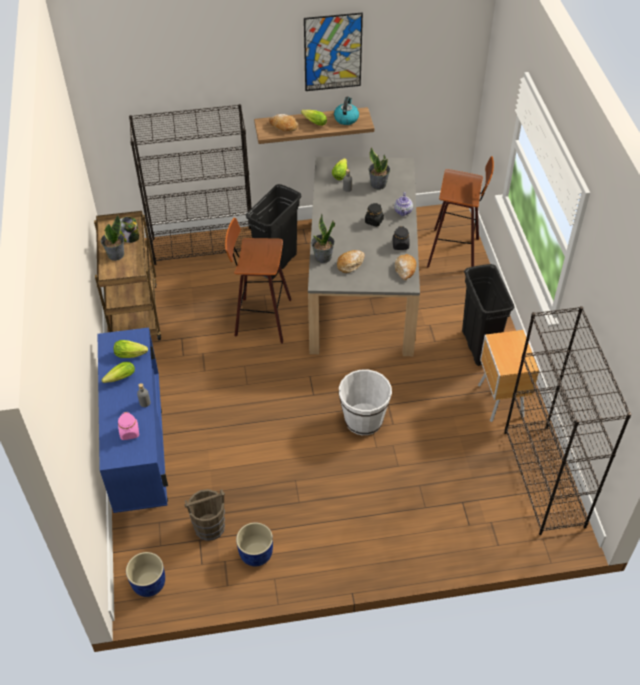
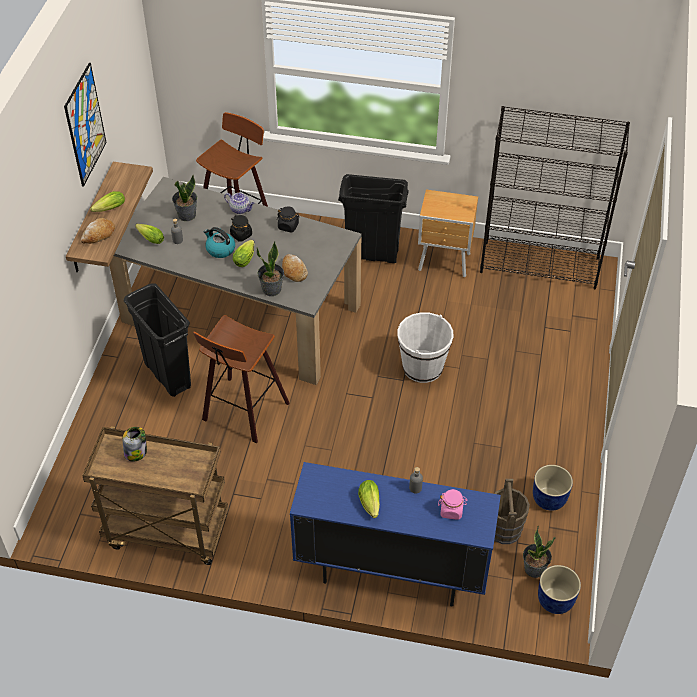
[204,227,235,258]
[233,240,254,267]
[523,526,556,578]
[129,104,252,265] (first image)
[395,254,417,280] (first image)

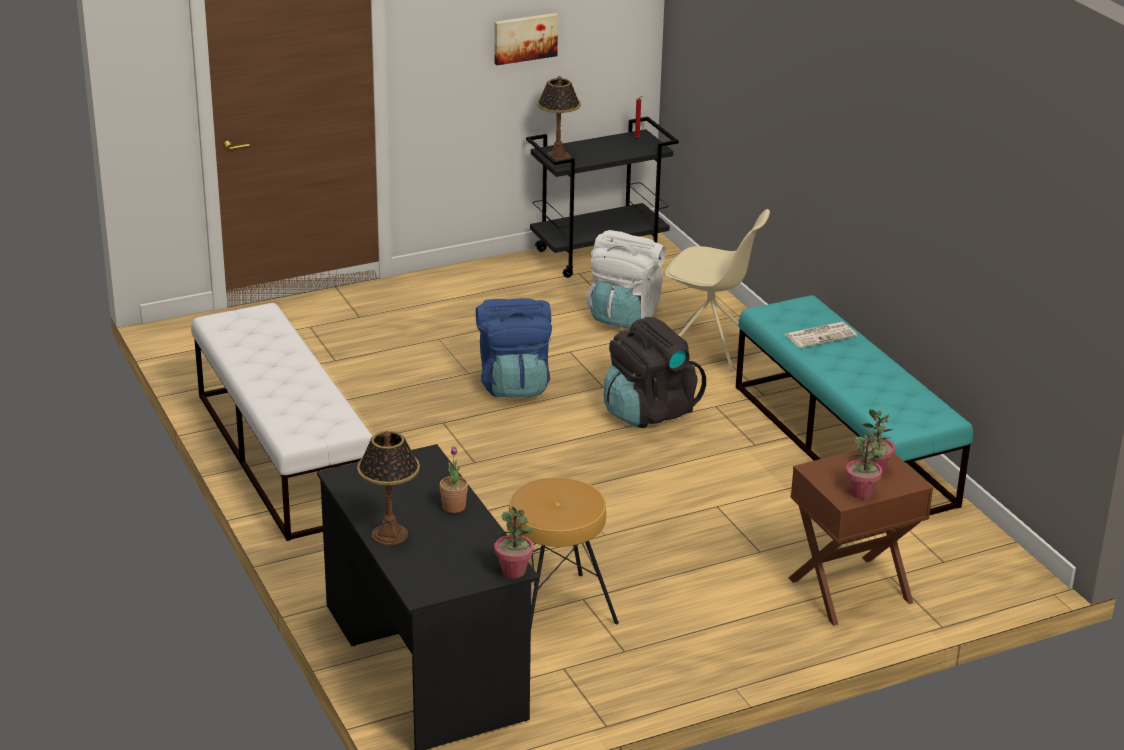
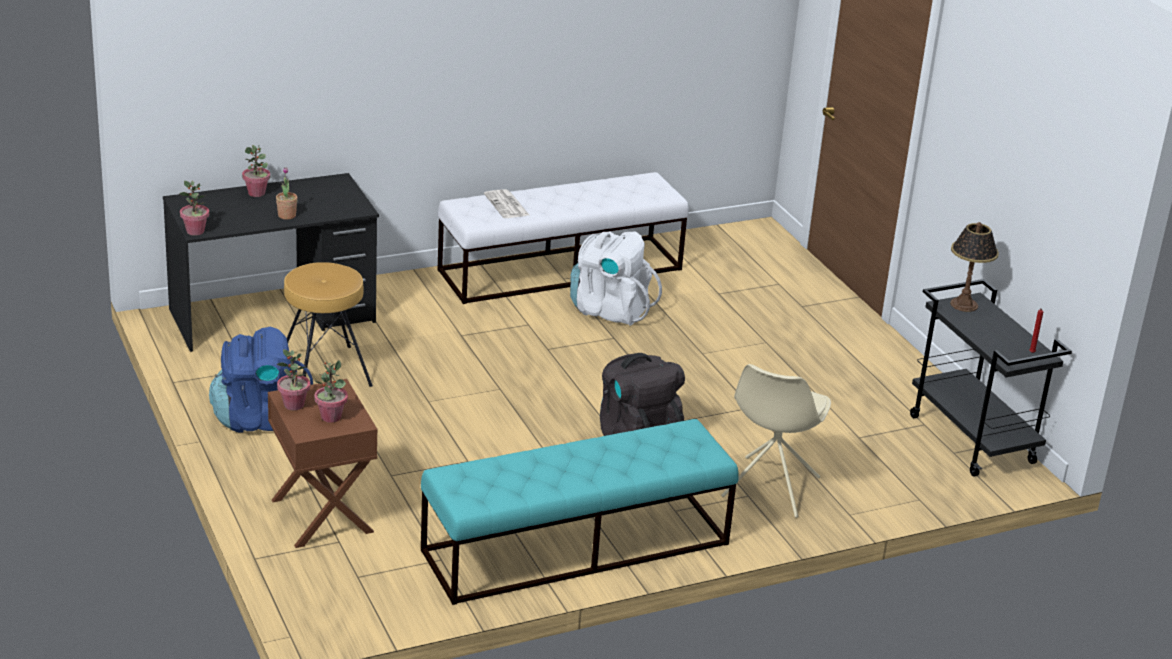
[209,327,313,433]
[242,145,270,197]
[484,189,529,218]
[570,231,662,326]
[494,13,558,65] (first image)

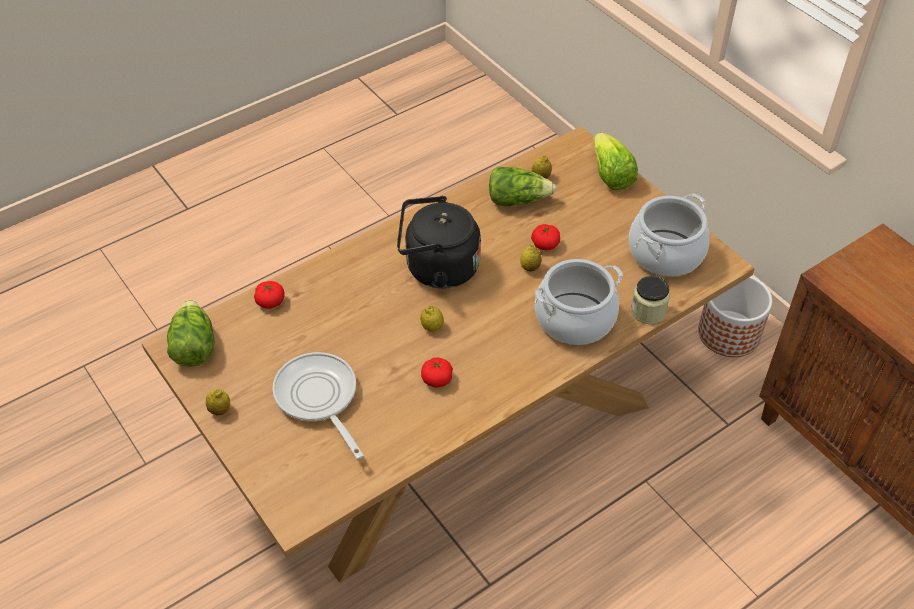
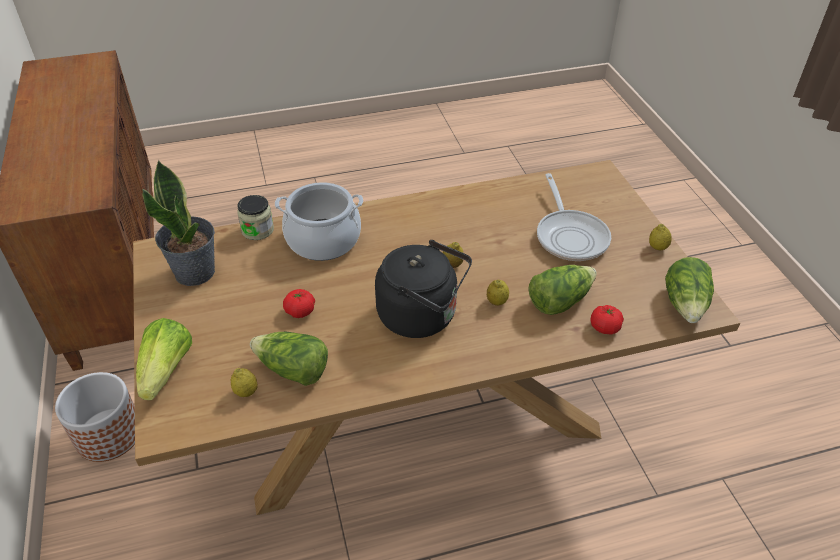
[142,160,215,286]
[487,280,509,306]
[528,265,597,315]
[421,358,453,388] (first image)

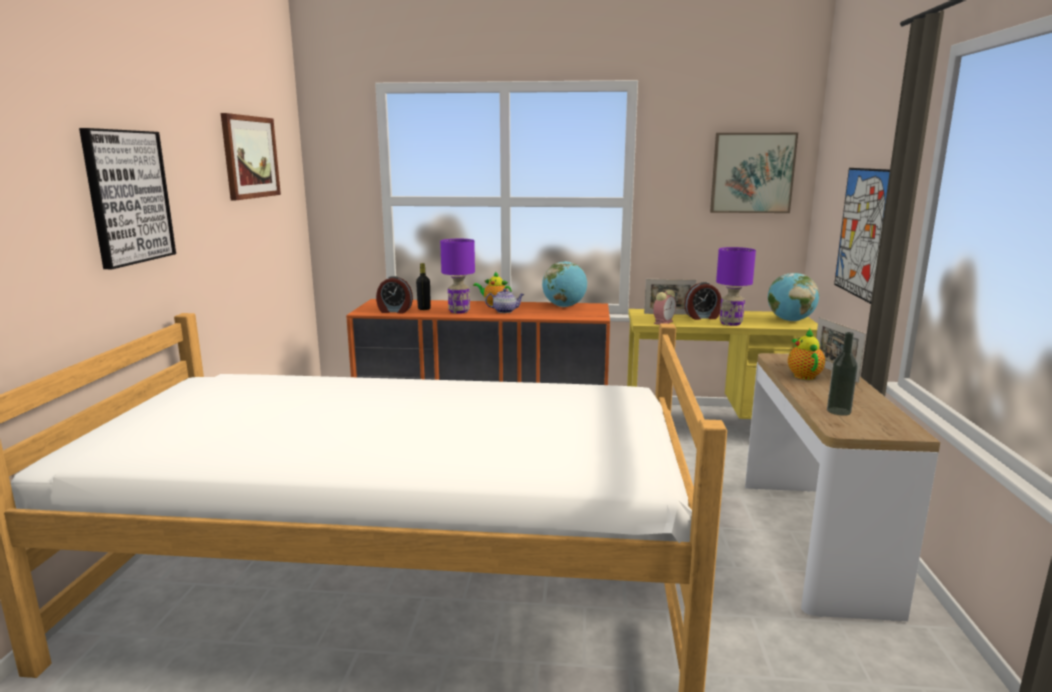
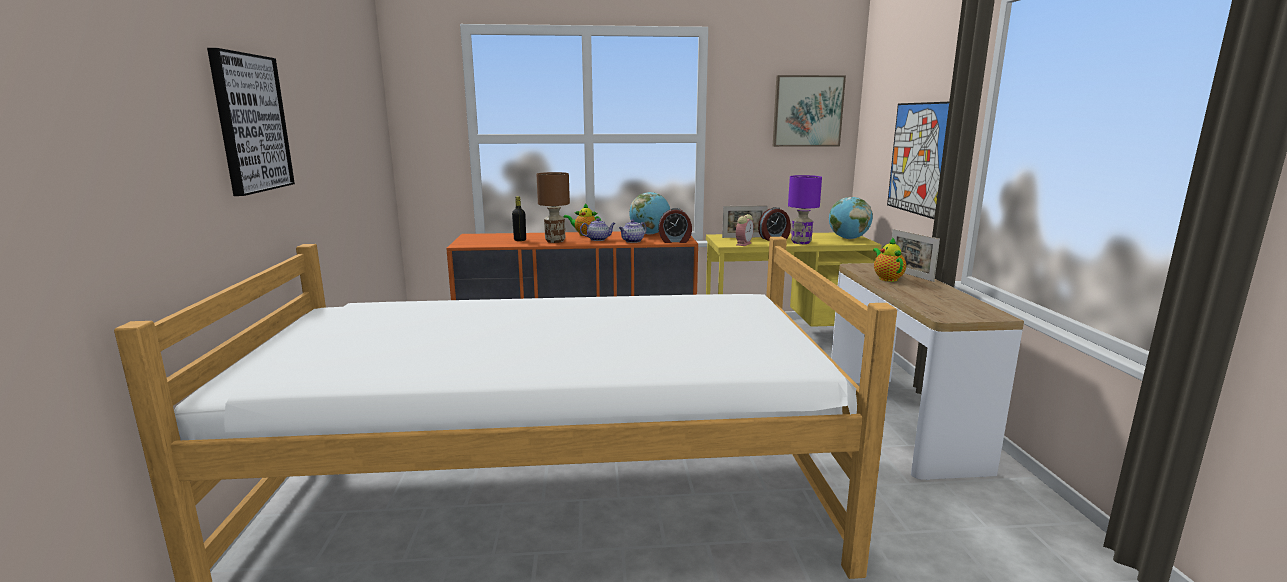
[537,172,570,243]
[619,220,647,243]
[658,208,692,243]
[221,113,281,200] (first image)
[827,332,858,416] (first image)

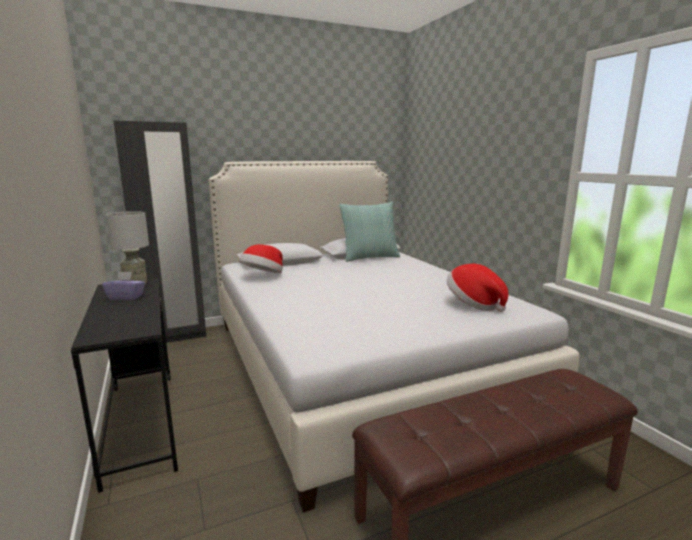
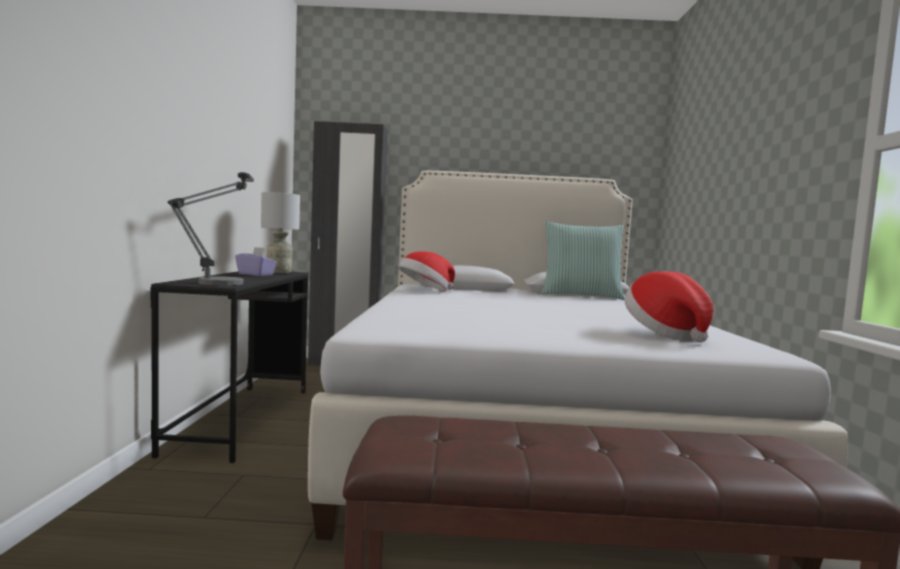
[168,172,254,286]

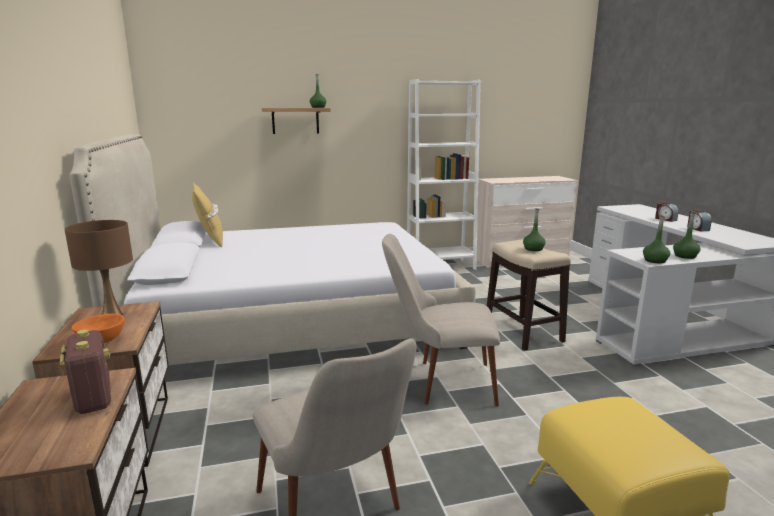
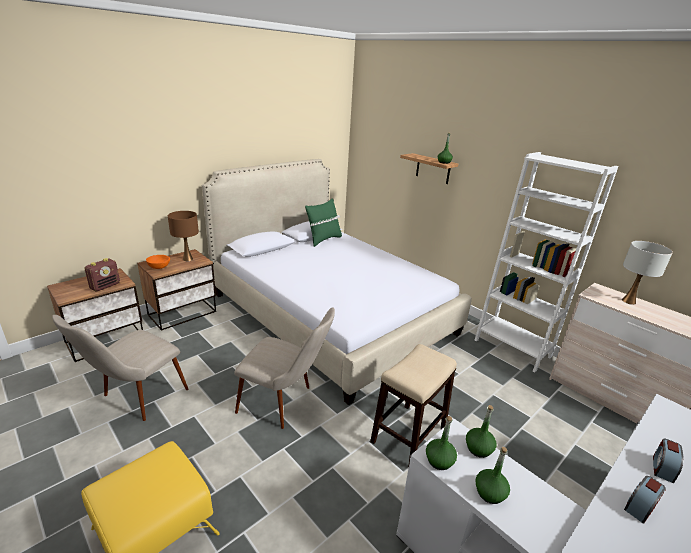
[234,307,335,429]
[305,199,342,247]
[466,405,496,458]
[622,241,673,305]

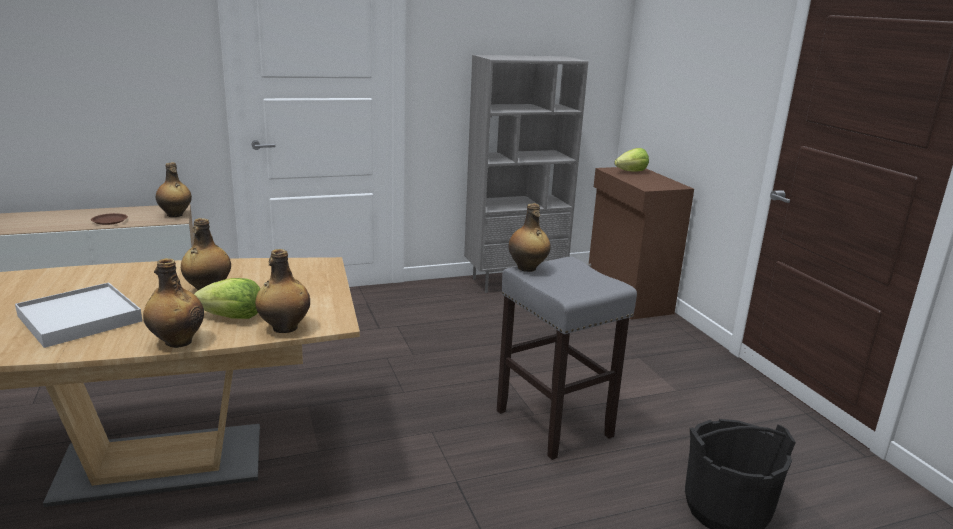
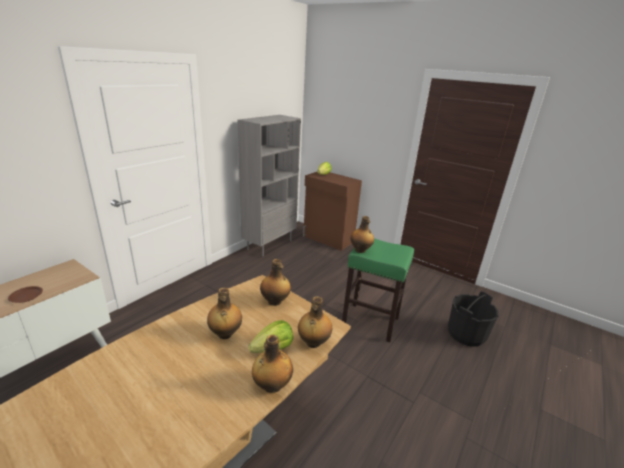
[260,259,291,306]
[342,238,414,342]
[15,282,142,348] (first image)

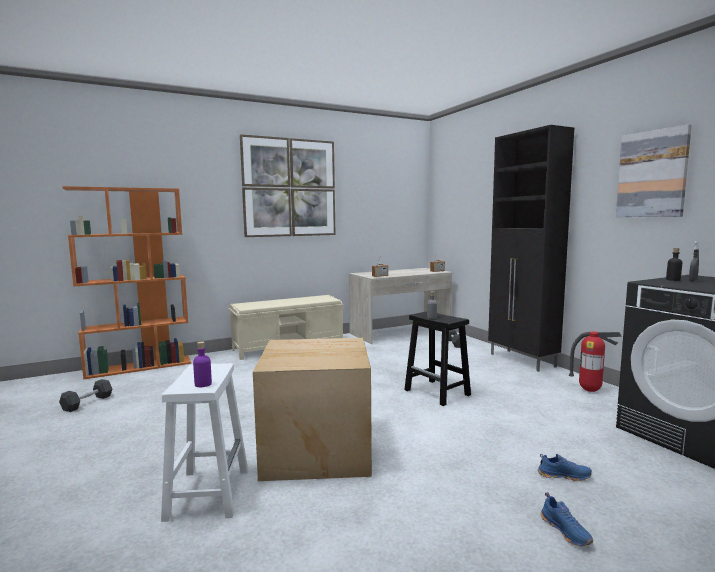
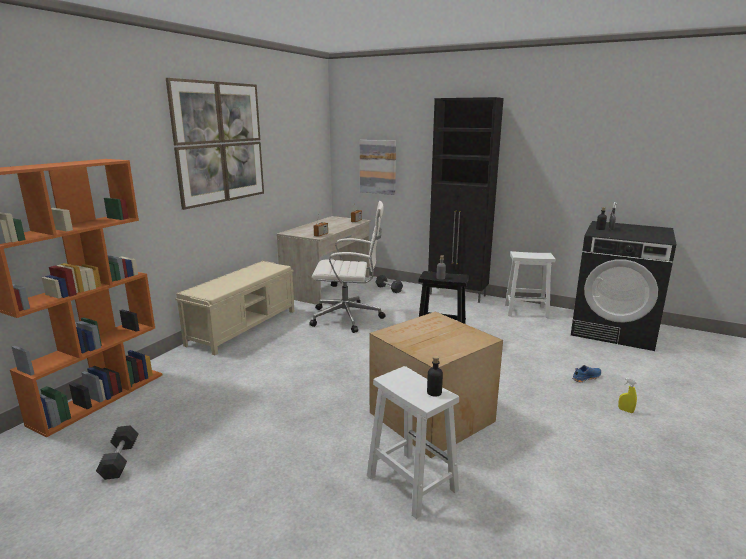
[309,201,386,333]
[360,140,396,195]
[427,356,443,397]
[505,251,555,318]
[618,378,637,413]

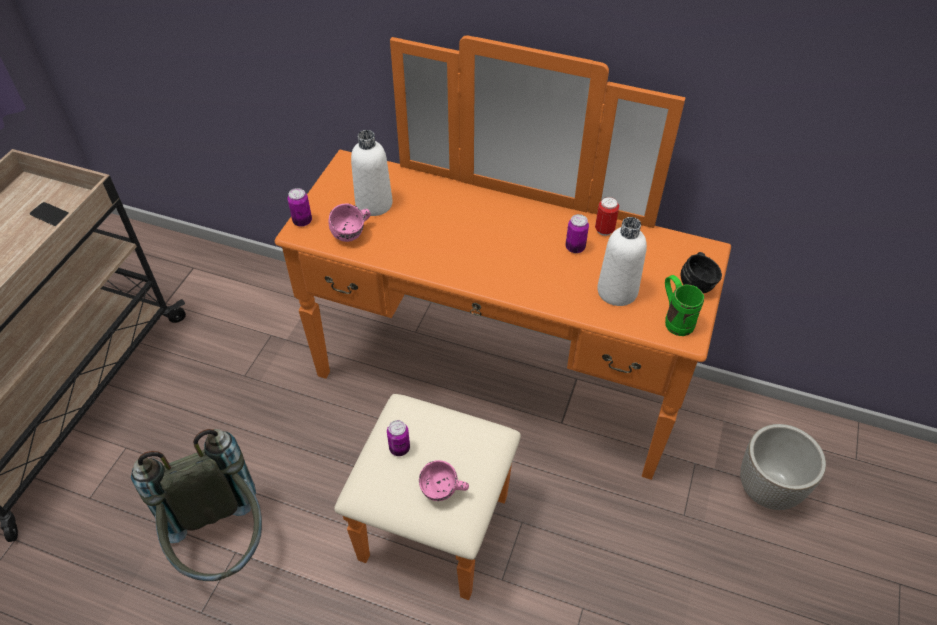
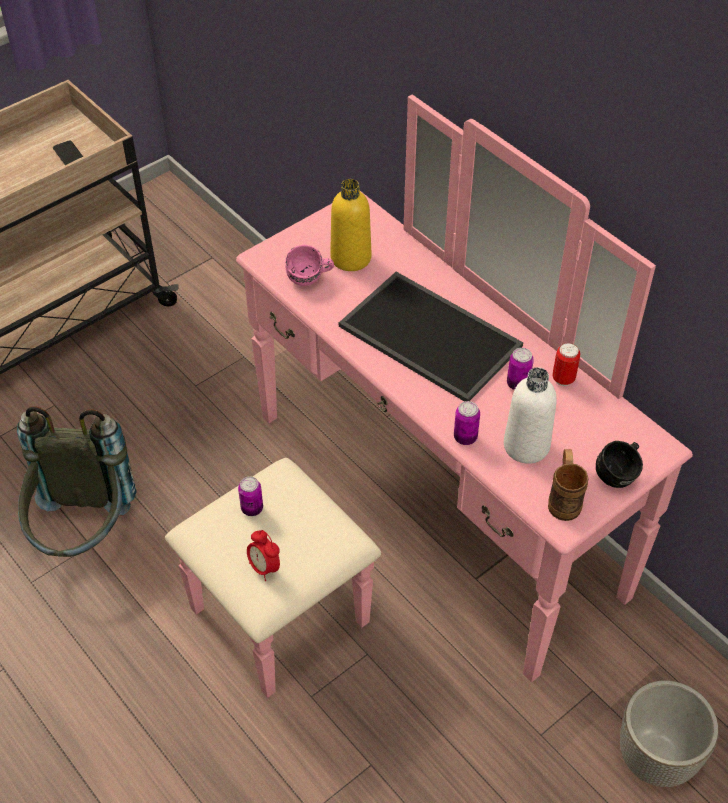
[165,95,693,698]
[247,530,280,581]
[330,179,371,271]
[339,272,523,402]
[454,401,480,445]
[548,449,588,521]

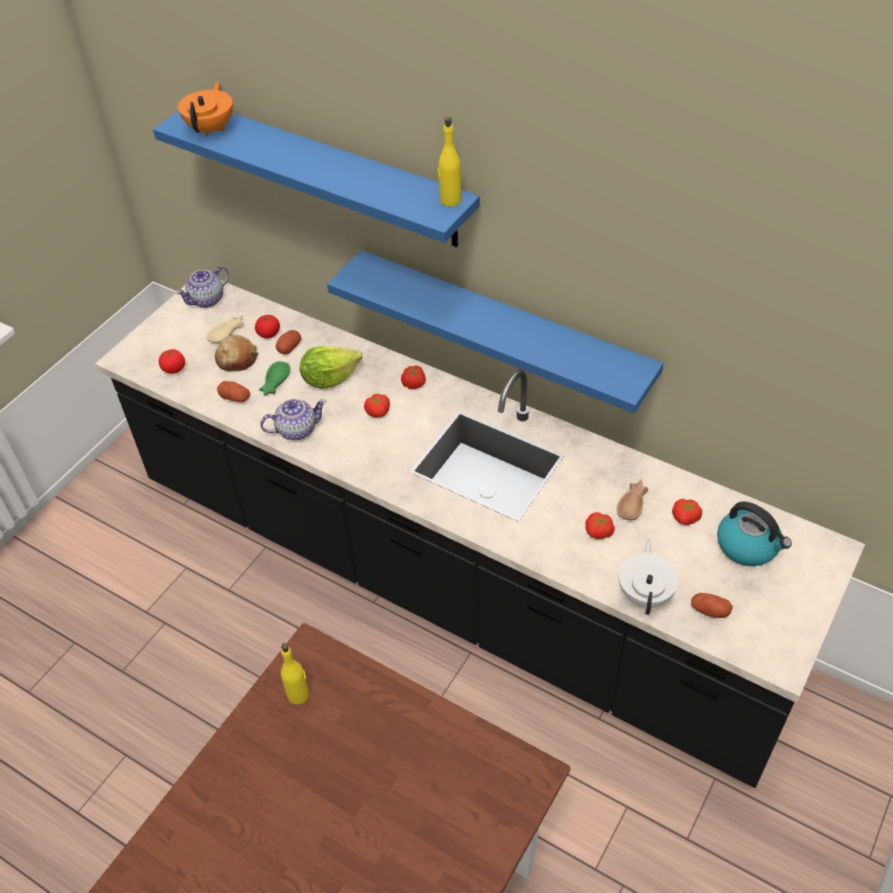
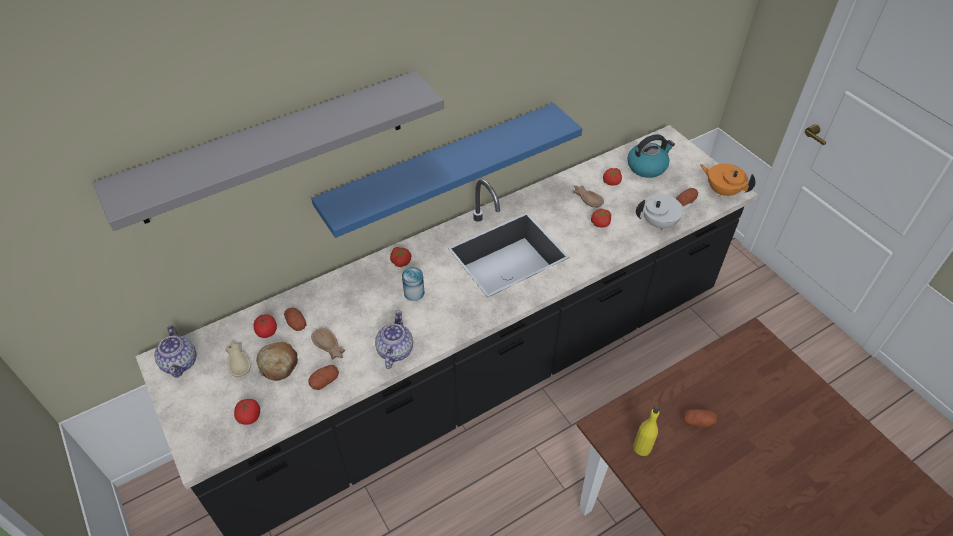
[93,71,444,231]
[311,328,345,360]
[402,267,425,301]
[636,194,693,231]
[683,409,717,428]
[700,164,756,196]
[300,346,362,389] (first image)
[438,117,461,207] (first image)

